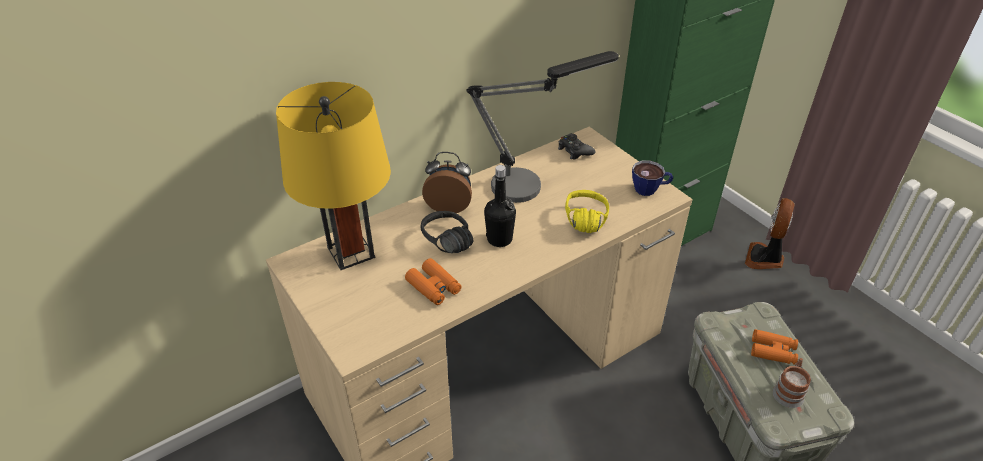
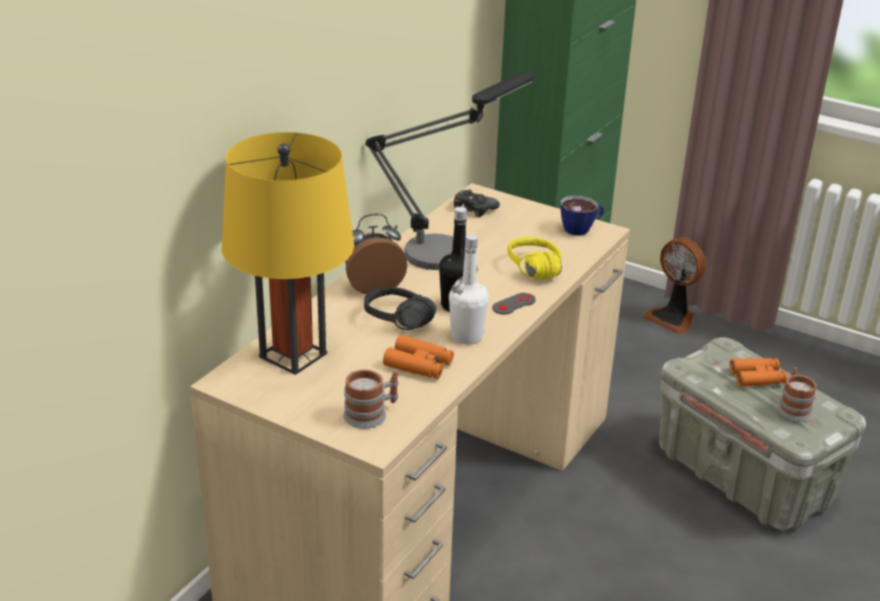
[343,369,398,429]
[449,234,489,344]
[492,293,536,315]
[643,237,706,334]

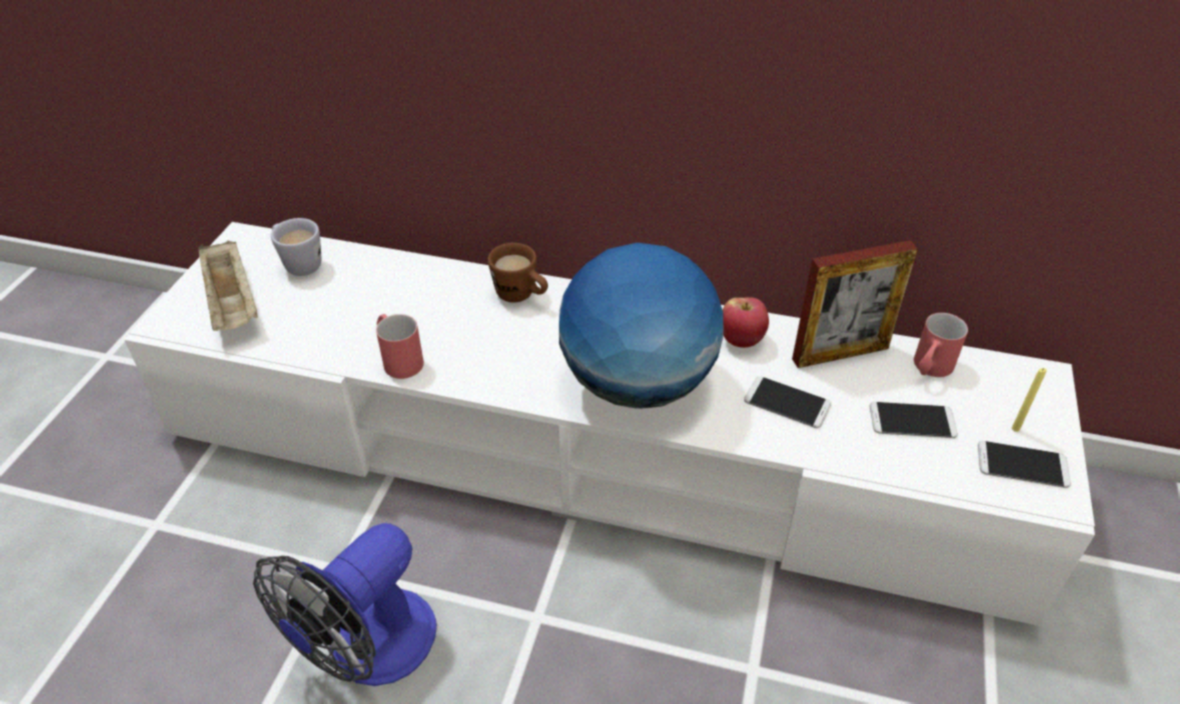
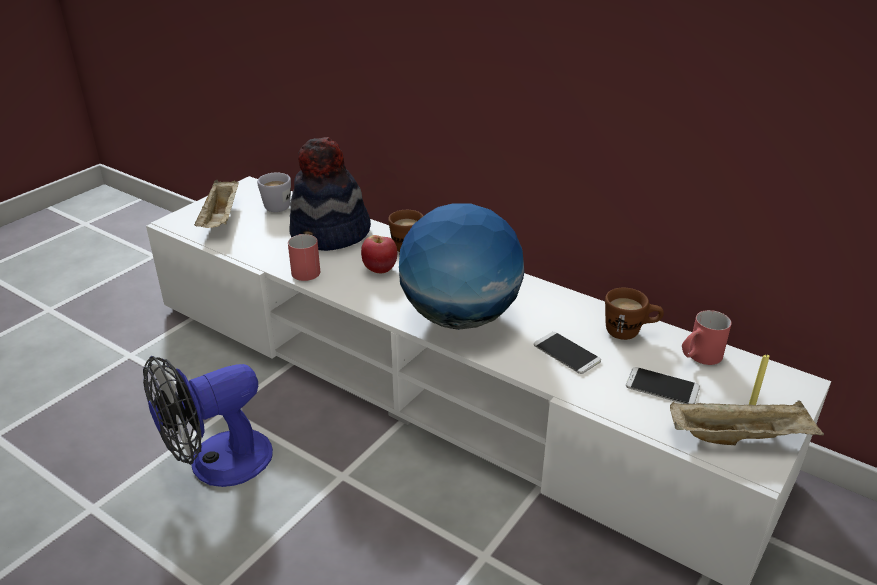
[289,137,371,251]
[361,235,397,273]
[605,288,664,340]
[670,400,824,445]

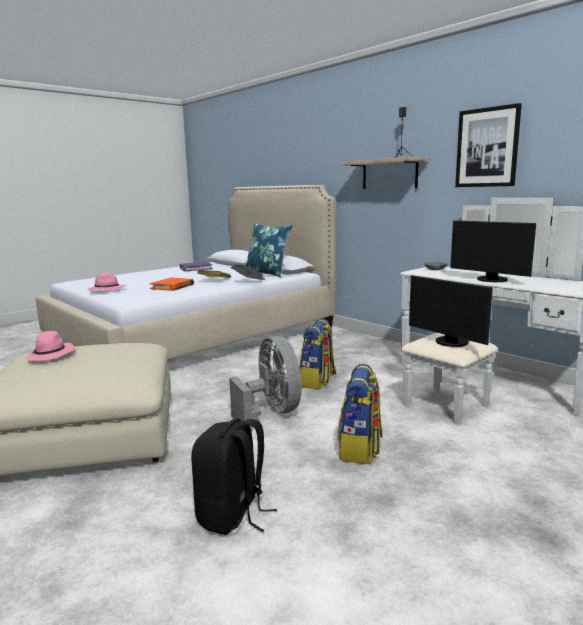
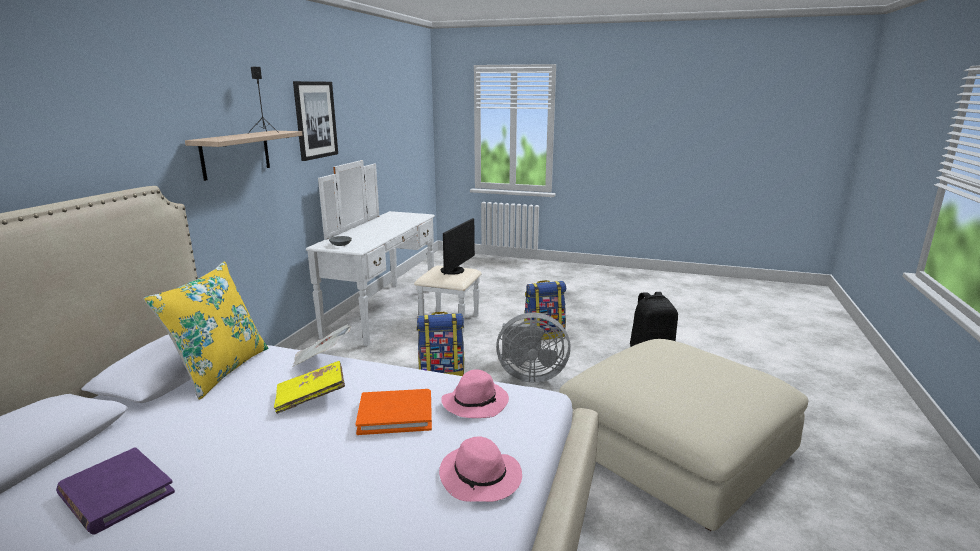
[143,261,268,400]
[441,370,509,418]
[496,313,571,383]
[450,220,536,282] (first image)

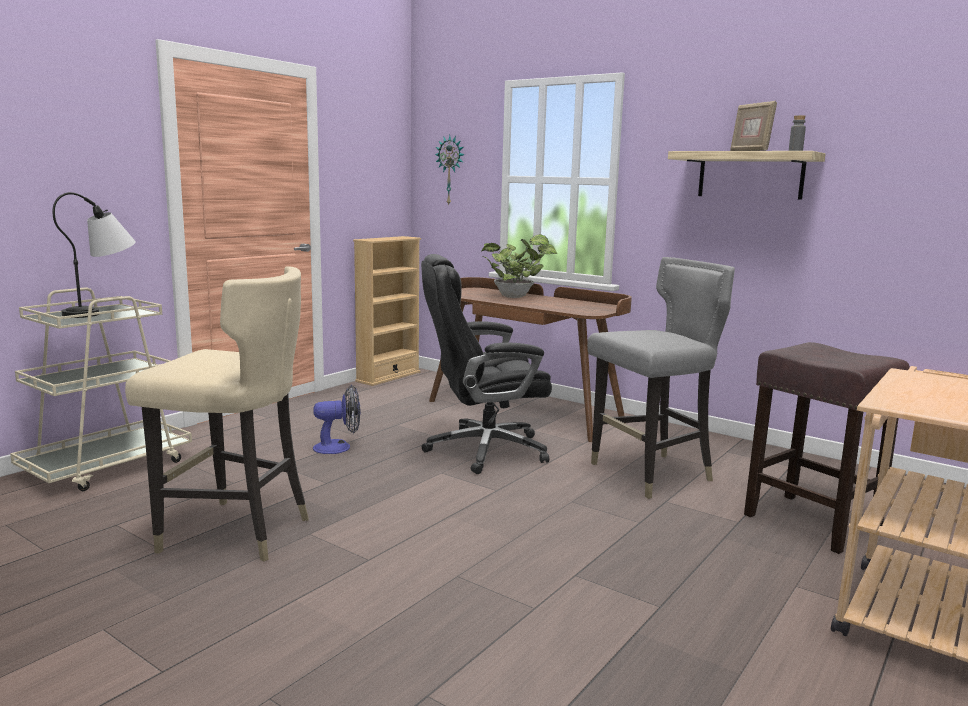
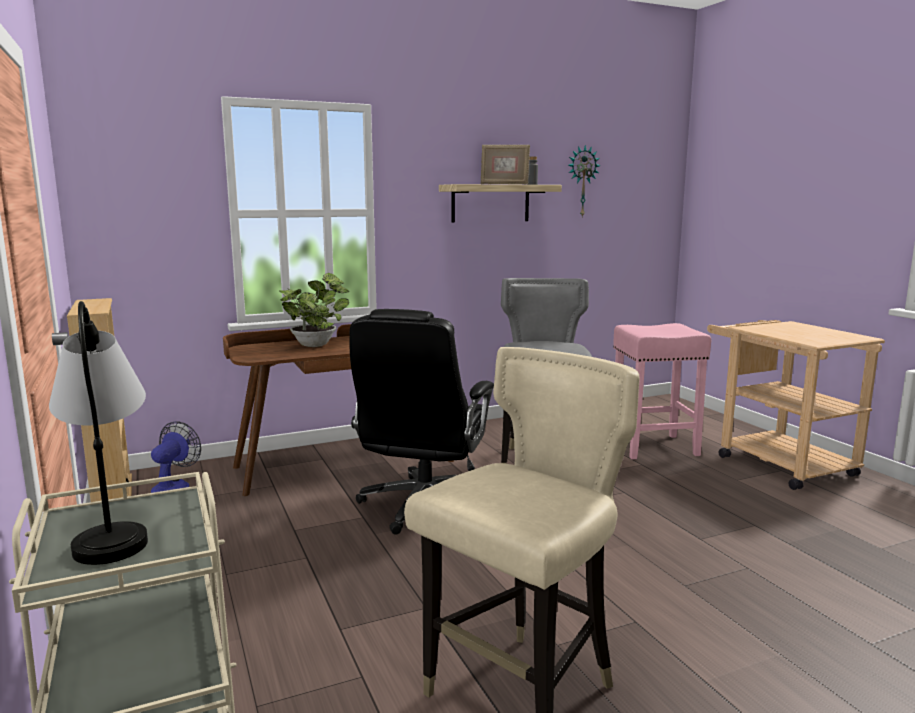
[151,422,201,493]
[569,144,601,218]
[613,323,711,459]

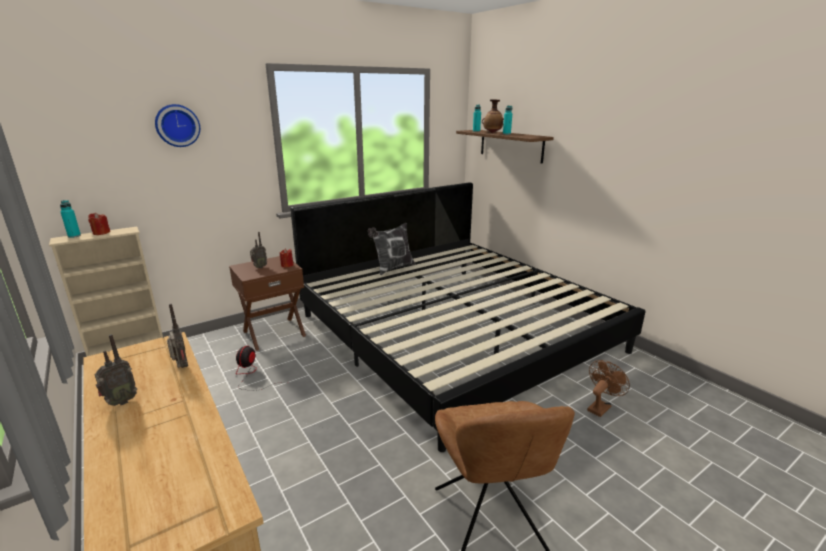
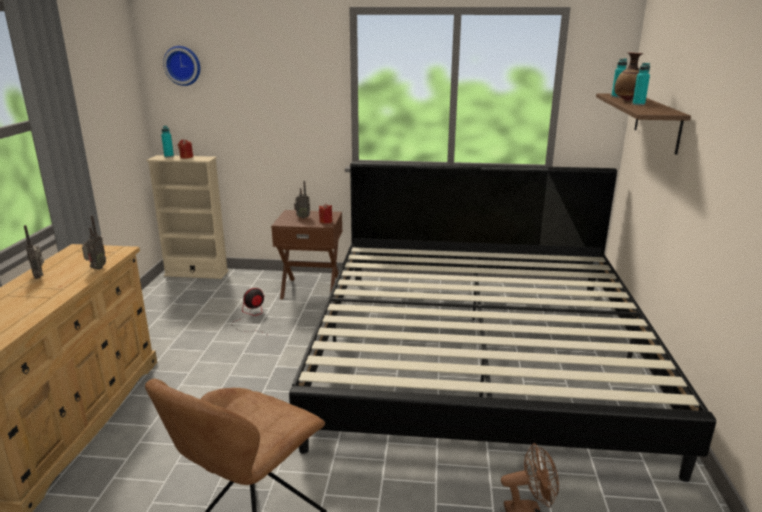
[24,225,44,279]
[163,46,200,86]
[368,223,415,275] (first image)

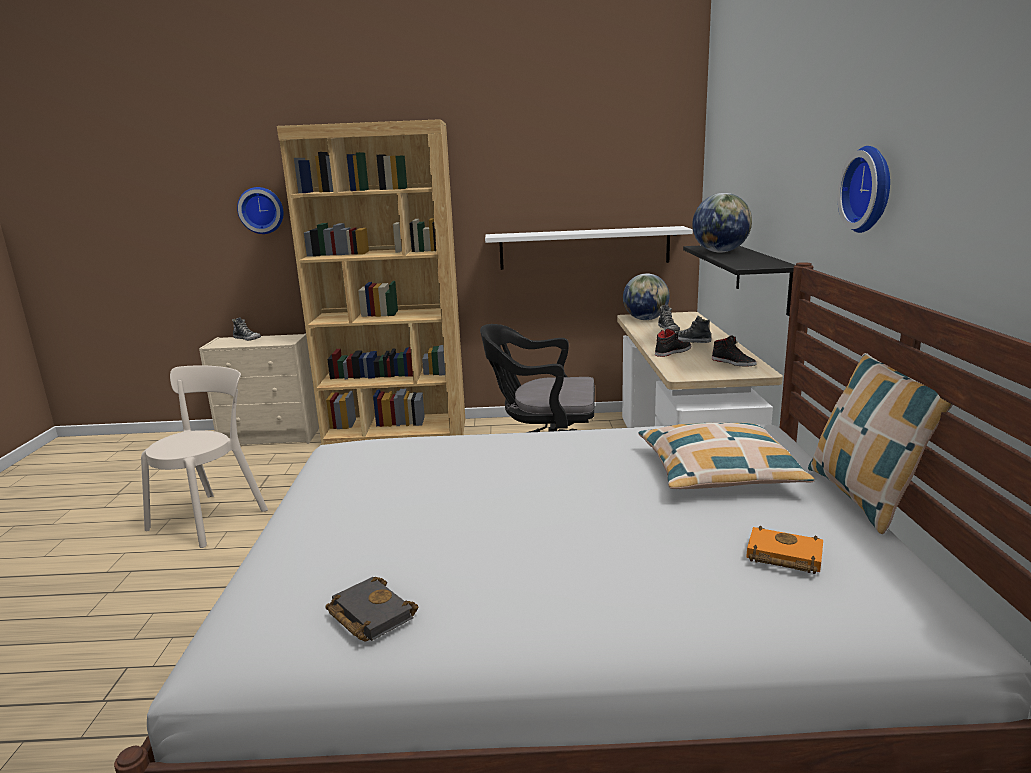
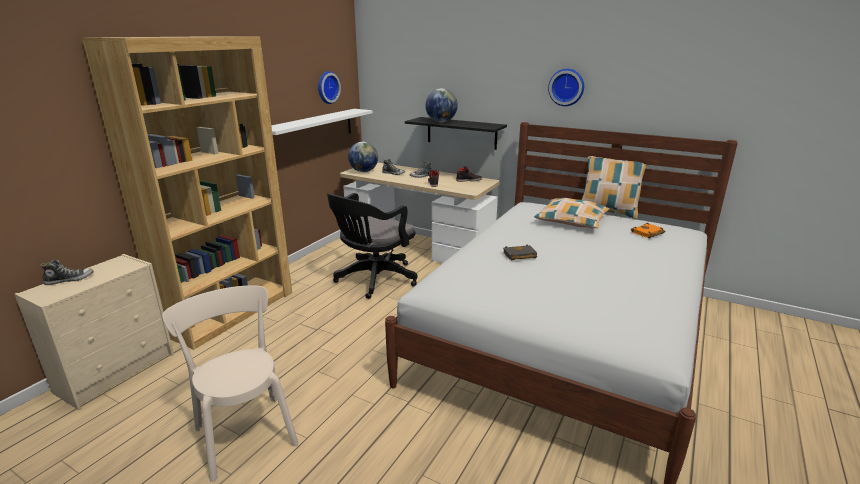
[318,71,341,104]
[503,244,537,260]

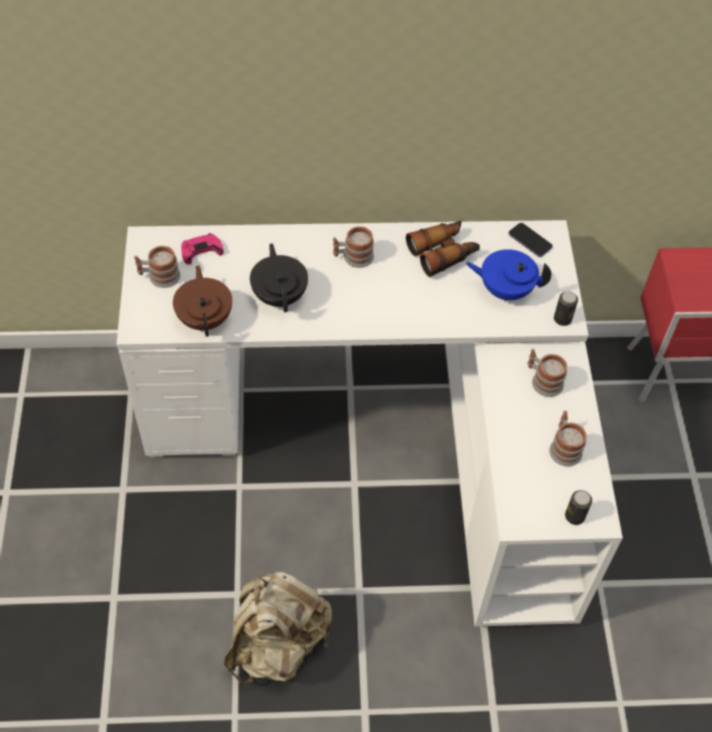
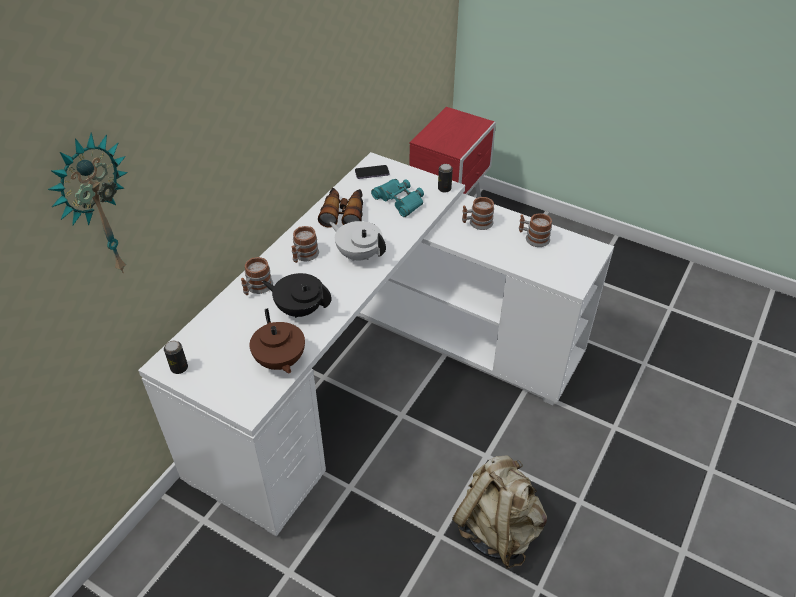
[48,132,128,273]
[164,341,188,374]
[241,257,273,295]
[249,308,305,374]
[329,221,386,261]
[371,179,424,217]
[181,233,224,265] (first image)

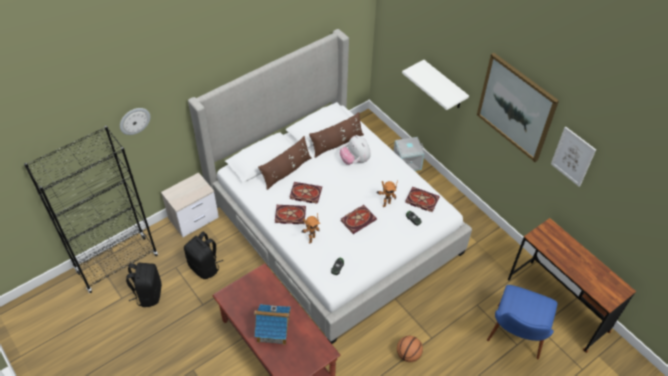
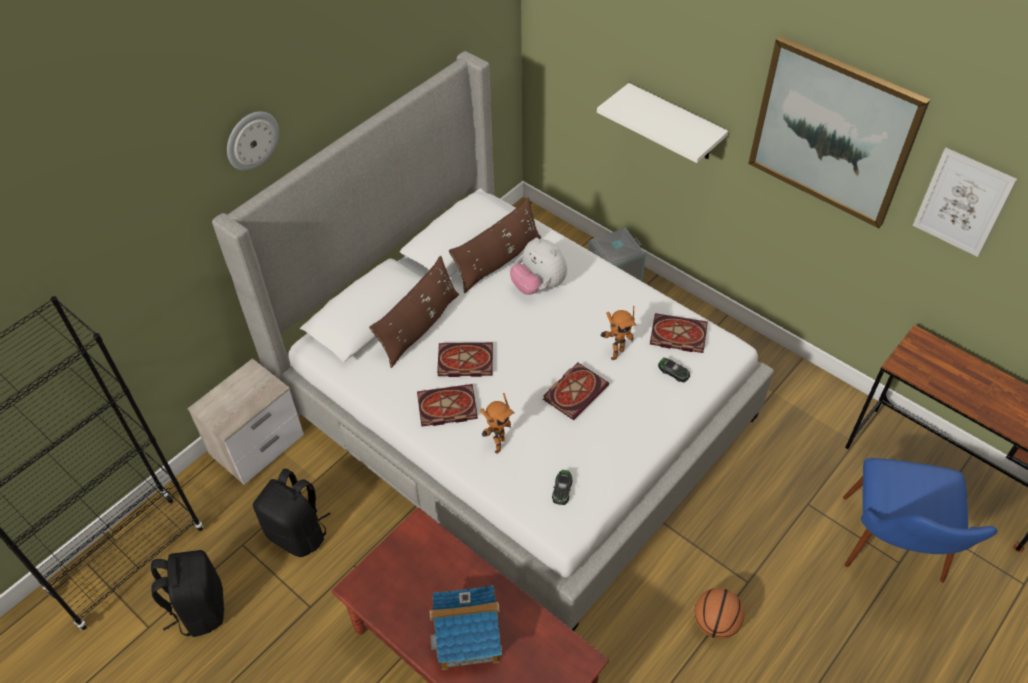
[227,111,279,171]

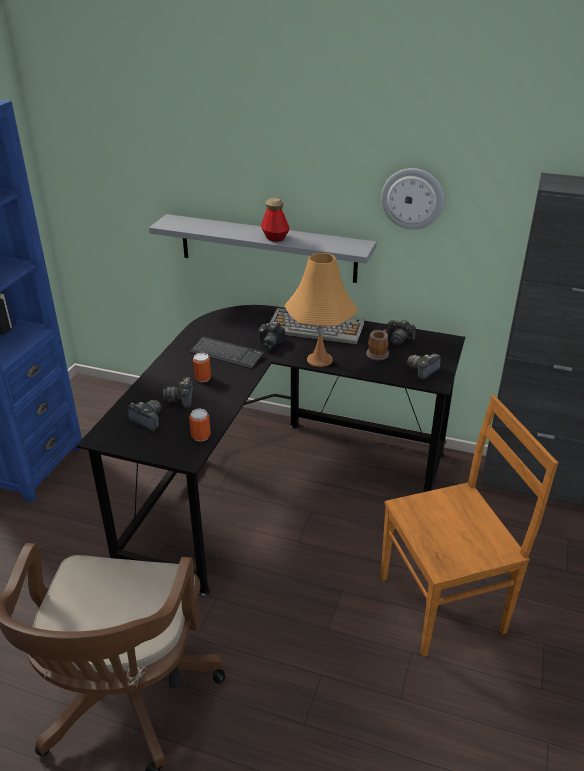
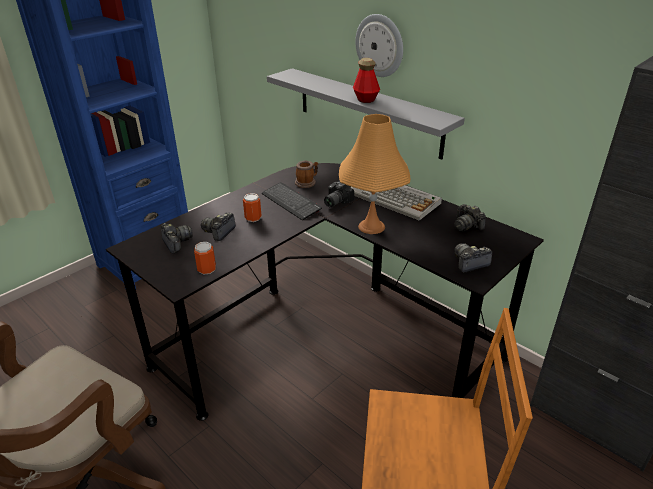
[295,160,318,188]
[355,14,403,77]

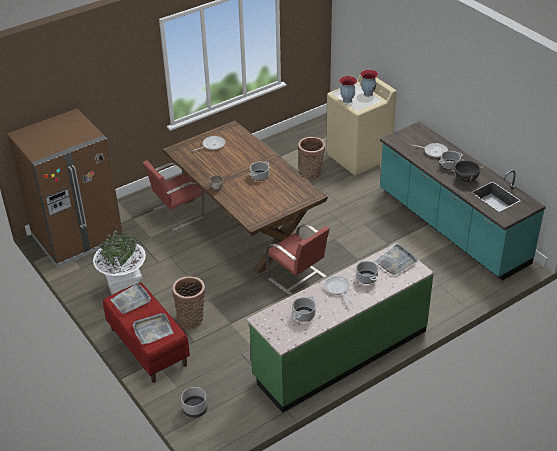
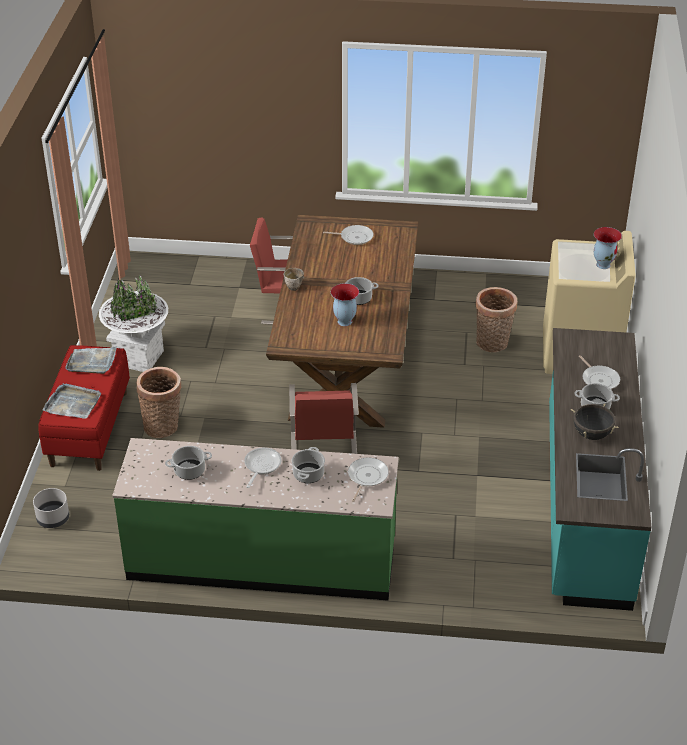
[331,283,359,326]
[348,457,389,502]
[7,109,122,267] (first image)

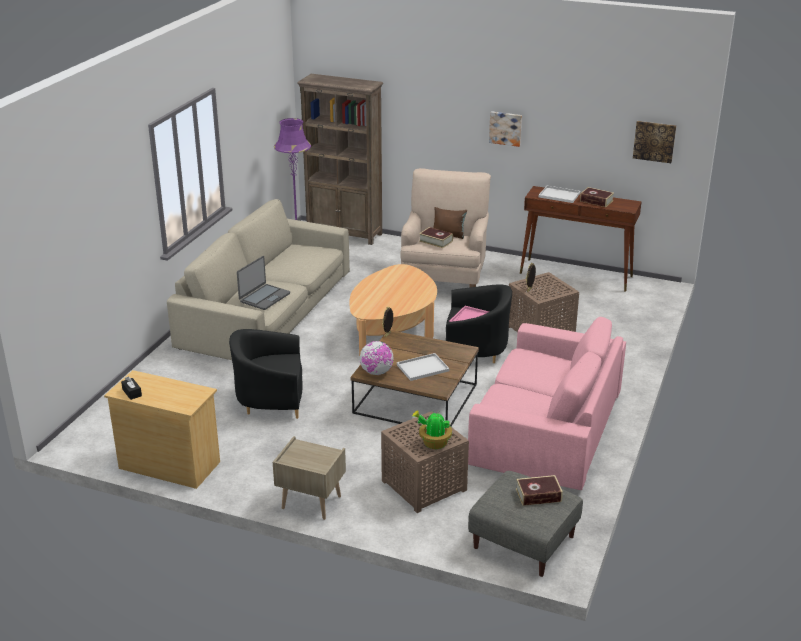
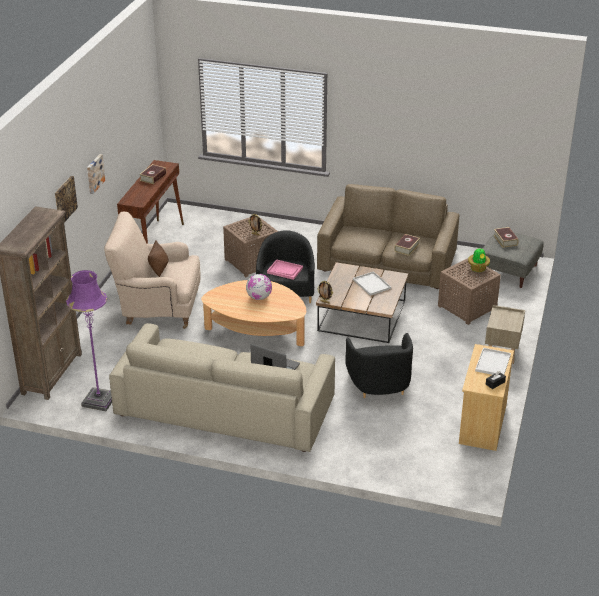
[55,176,78,223]
[246,274,272,300]
[317,184,459,289]
[394,234,420,256]
[475,348,511,375]

